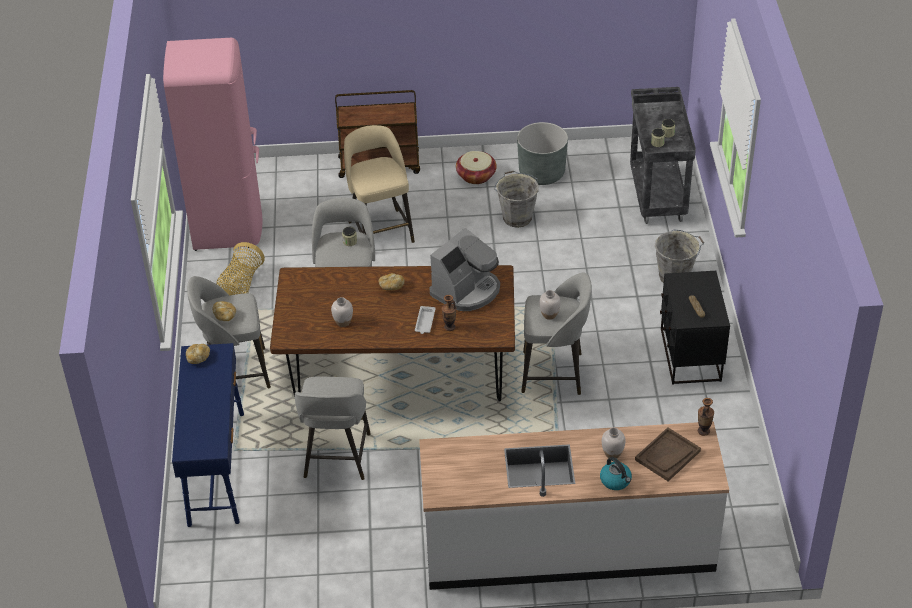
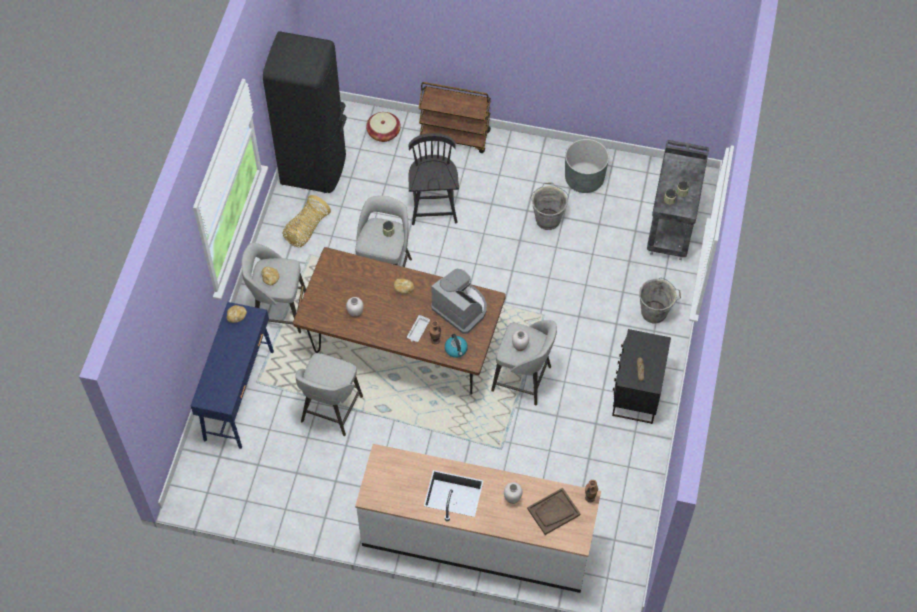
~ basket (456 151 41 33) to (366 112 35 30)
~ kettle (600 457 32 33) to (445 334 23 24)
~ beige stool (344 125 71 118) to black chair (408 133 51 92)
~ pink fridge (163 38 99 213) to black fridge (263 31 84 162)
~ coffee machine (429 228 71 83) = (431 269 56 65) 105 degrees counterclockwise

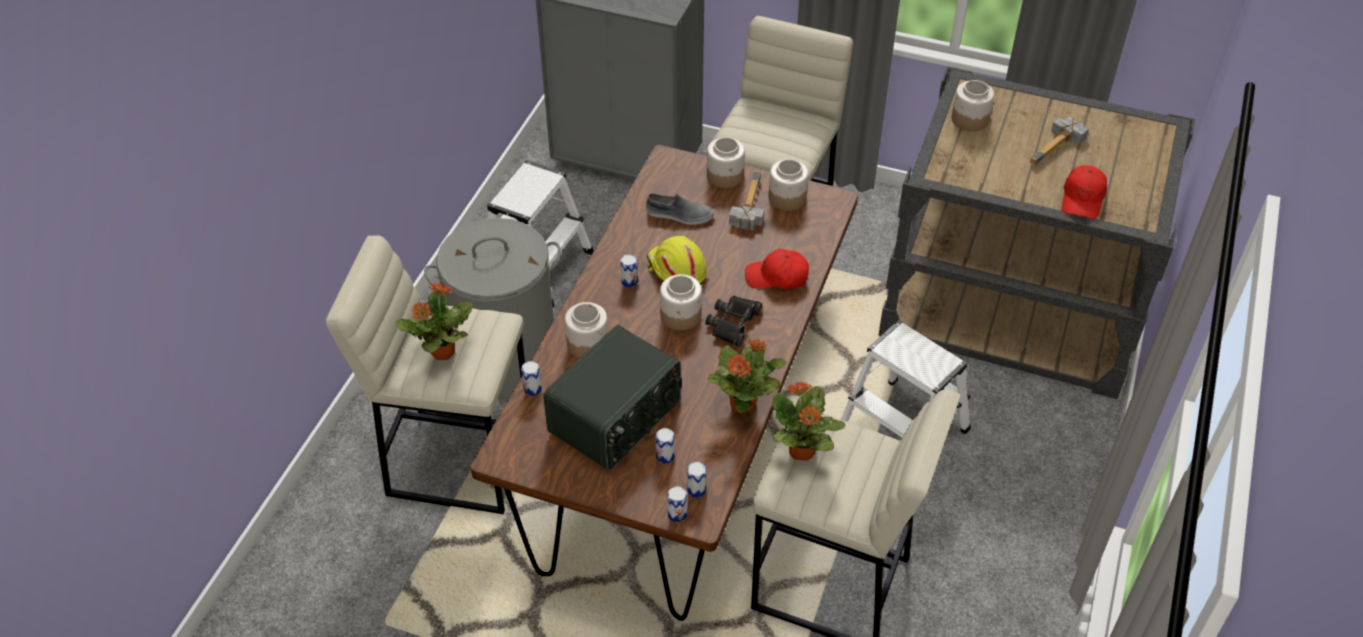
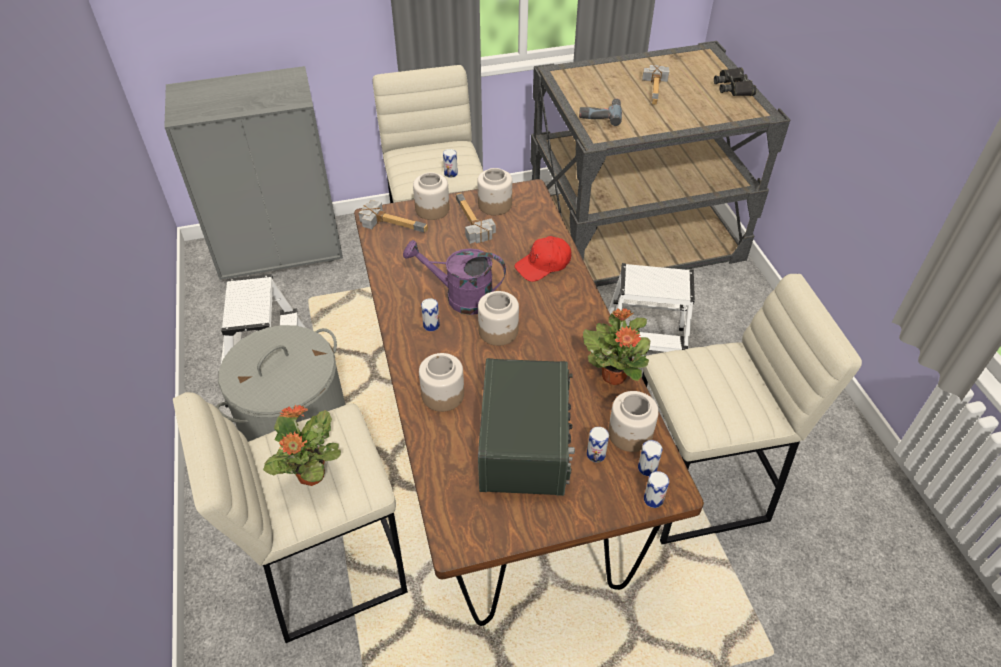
- grey shoe (646 193 68 32)
- potted plant (772 382 74 79)
- red cap (1062 165 45 54)
+ hammer (359 200 69 33)
+ power drill (579 99 43 27)
~ can (521 361 21 35) to (443 149 15 29)
~ black binoculars (705 296 57 51) to (714 67 43 29)
~ jar (952 80 42 51) to (608 391 51 61)
~ yellow hard hat (647 236 60 49) to purple watering can (403 240 103 75)

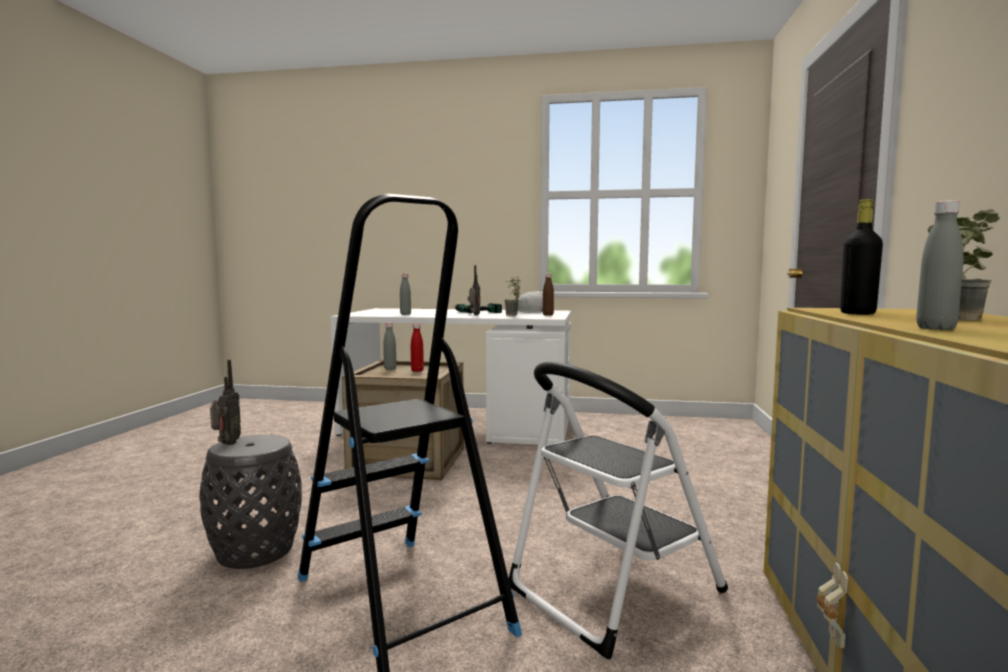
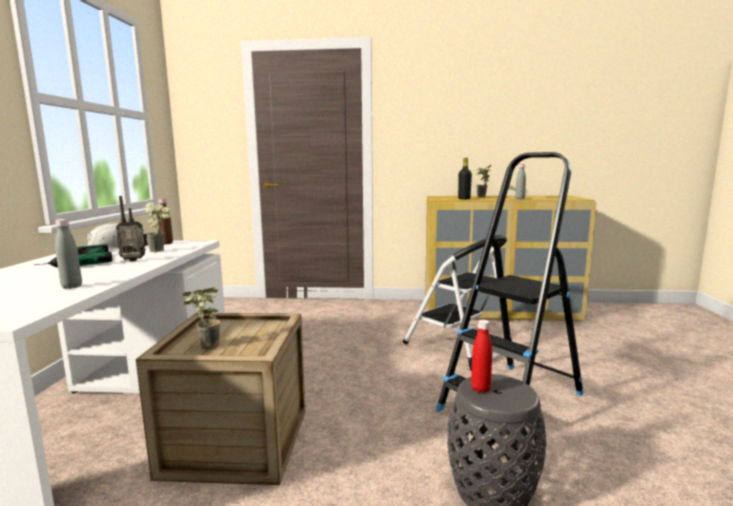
- radio (210 360 31 85)
~ red bottle (411 324 13 48) to (471 320 21 73)
~ grey bottle (383 323 14 47) to potted plant (183 287 38 62)

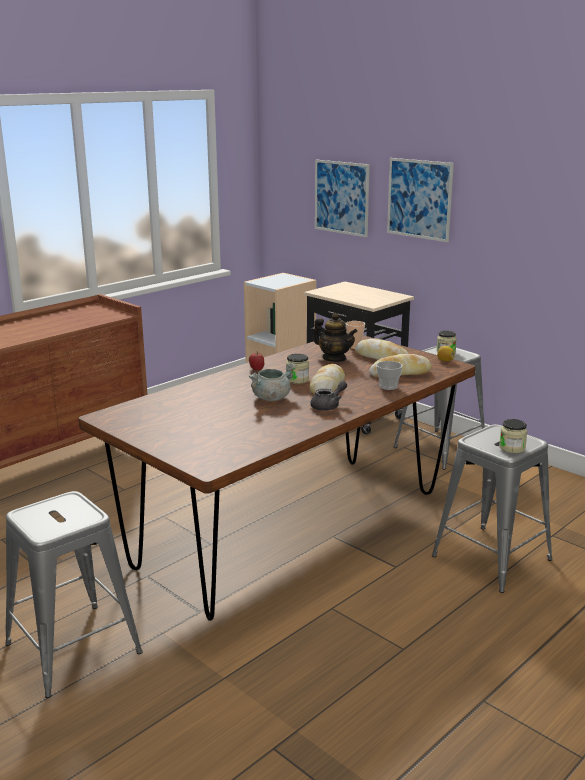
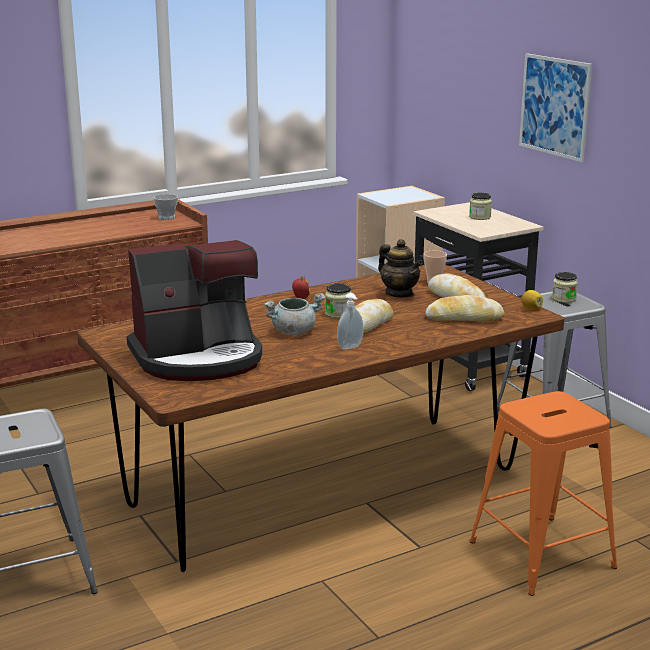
- picture (315 160 55 77)
+ coffee machine (127 240 135 141)
~ cup (376 361 27 29) to (154 194 24 26)
~ jar (499 419 29 34) to (469 192 23 28)
~ grey teapot (310 381 37 30) to soap dispenser (337 293 27 57)
~ grey stool (432 424 121 169) to orange stool (470 391 147 205)

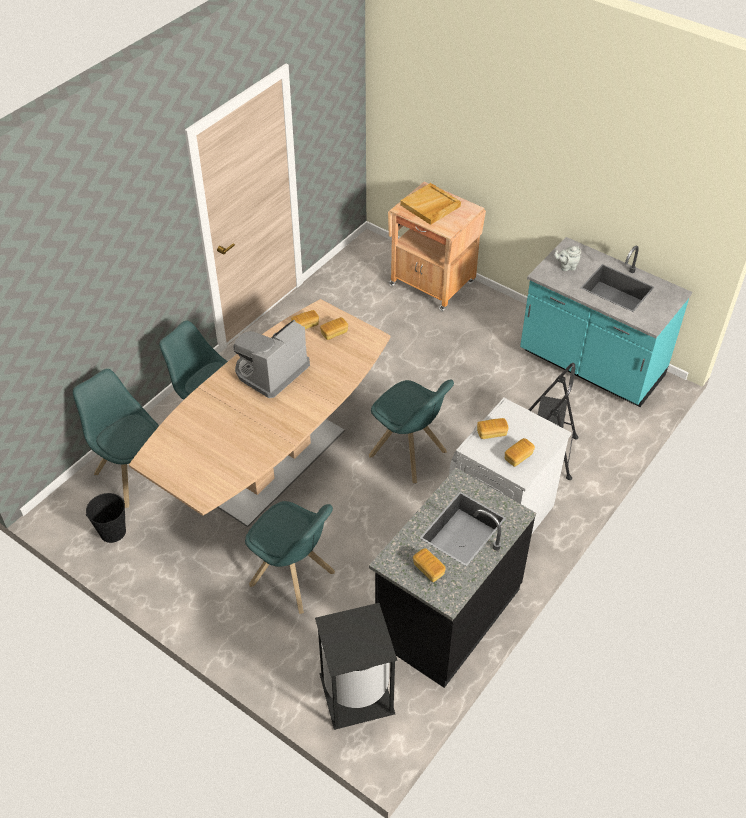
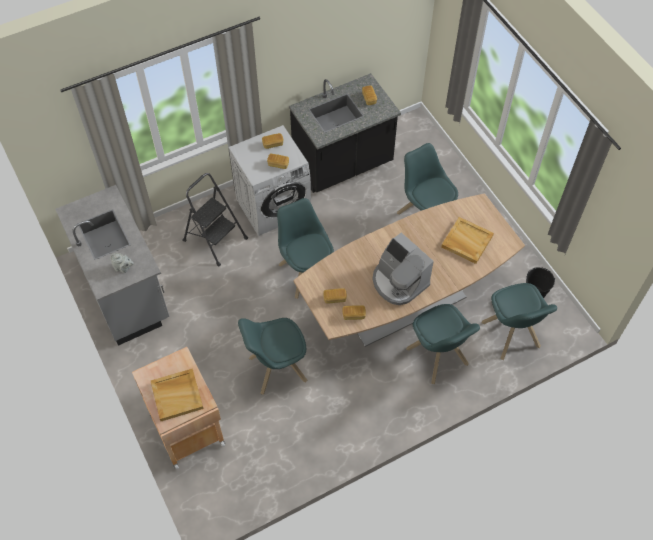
- black trash can (315 603 82 127)
+ turquoise chair (238 318 69 77)
+ beige tray (441 217 53 47)
~ turquoise counter (520 237 172 170) to grey counter (55 185 114 161)
~ coffee machine (233 320 77 78) = (372 233 62 72) 75 degrees clockwise

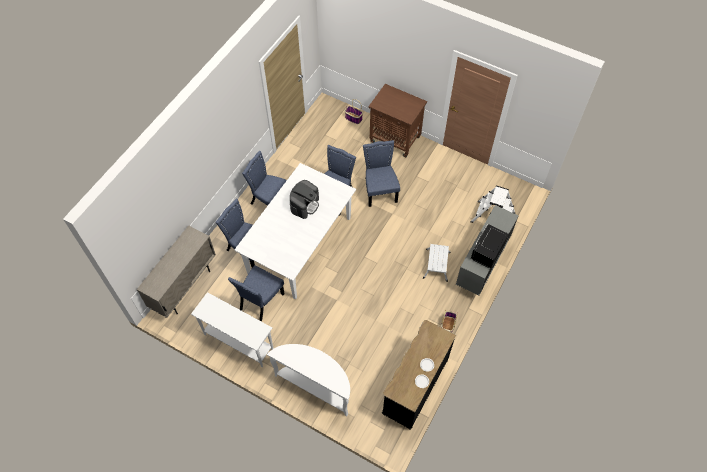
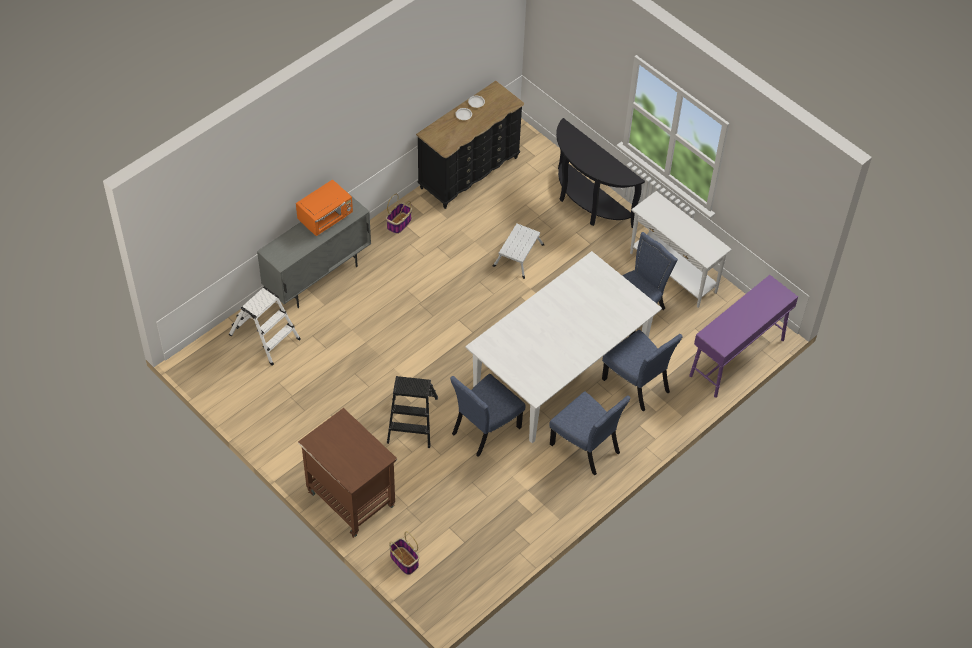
- coffee machine (290 180 29 39)
~ white step ladder (423 244 28 38) to (493 223 51 56)
~ beige cabinet (137 225 79 93) to purple console table (689 275 109 123)
~ blue chair (363 140 37 67) to black step ladder (387 376 51 72)
~ white console table (267 344 83 73) to black console table (556 118 89 110)
~ black microwave (471 224 37 44) to orange microwave (296 179 57 57)

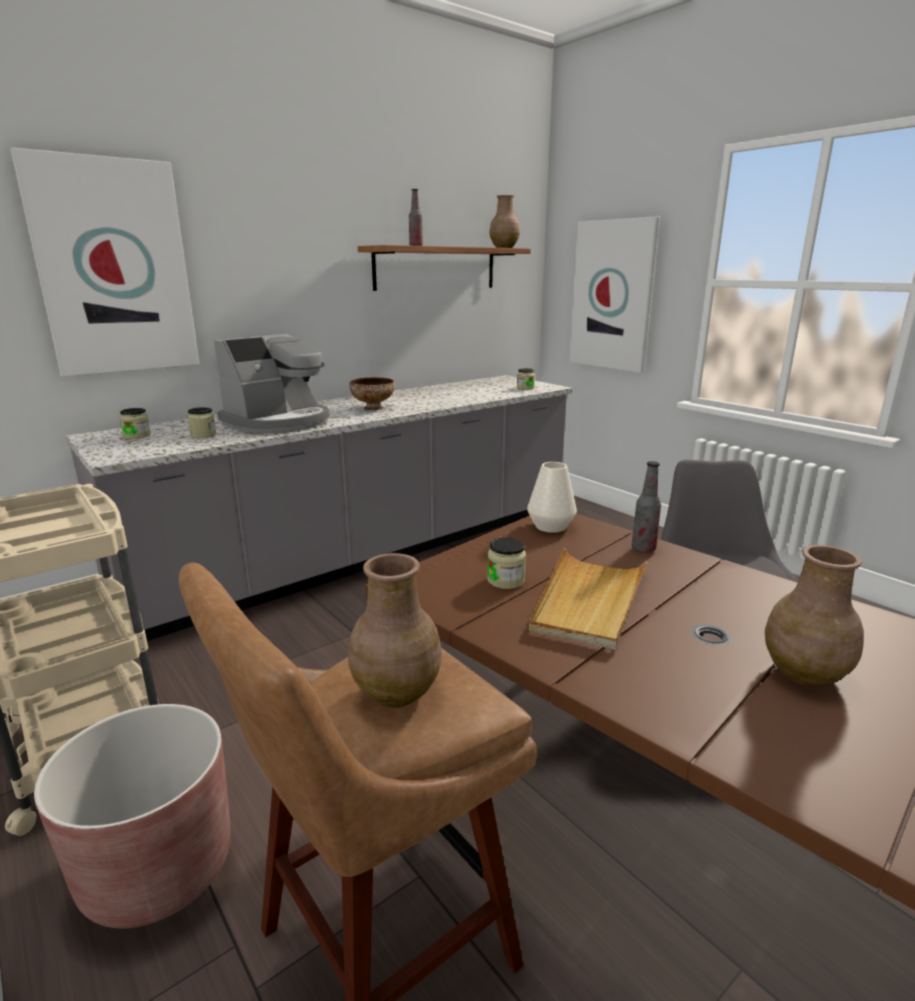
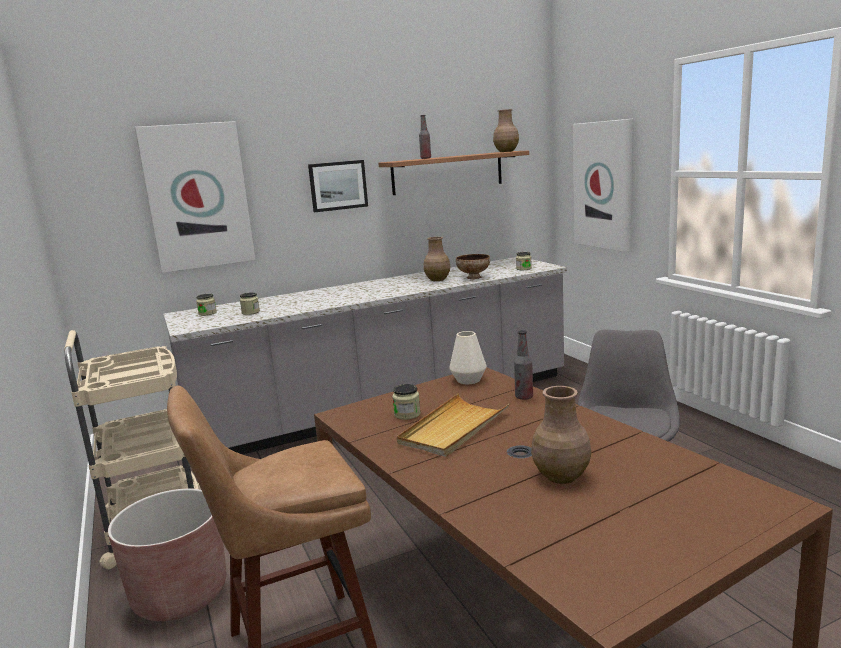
- coffee machine (214 334 116 99)
+ picture (308 160 60 52)
~ brown vase (348 553 94 155) to (423 237 28 44)
~ bowl (349 377 46 33) to (456 254 34 25)

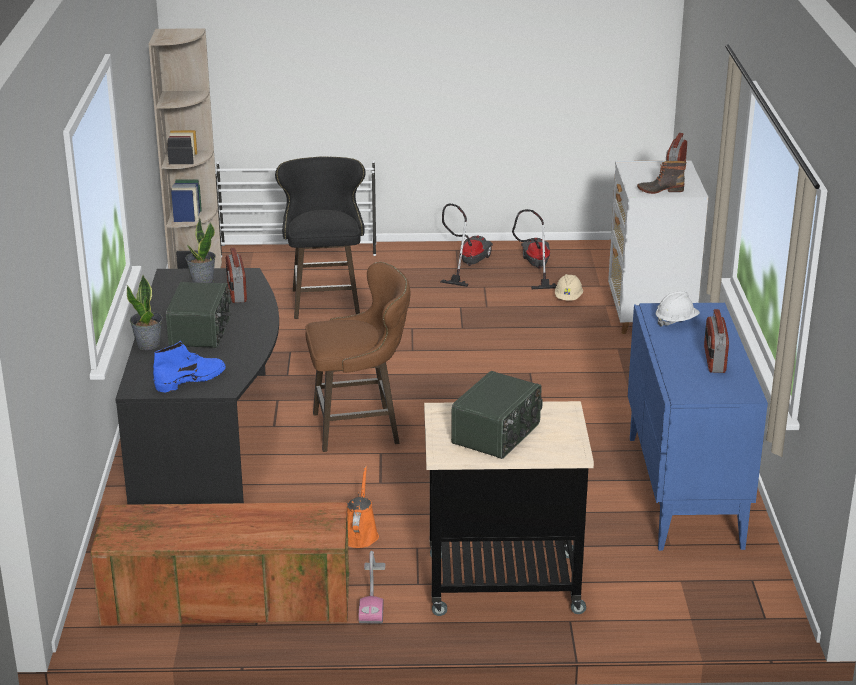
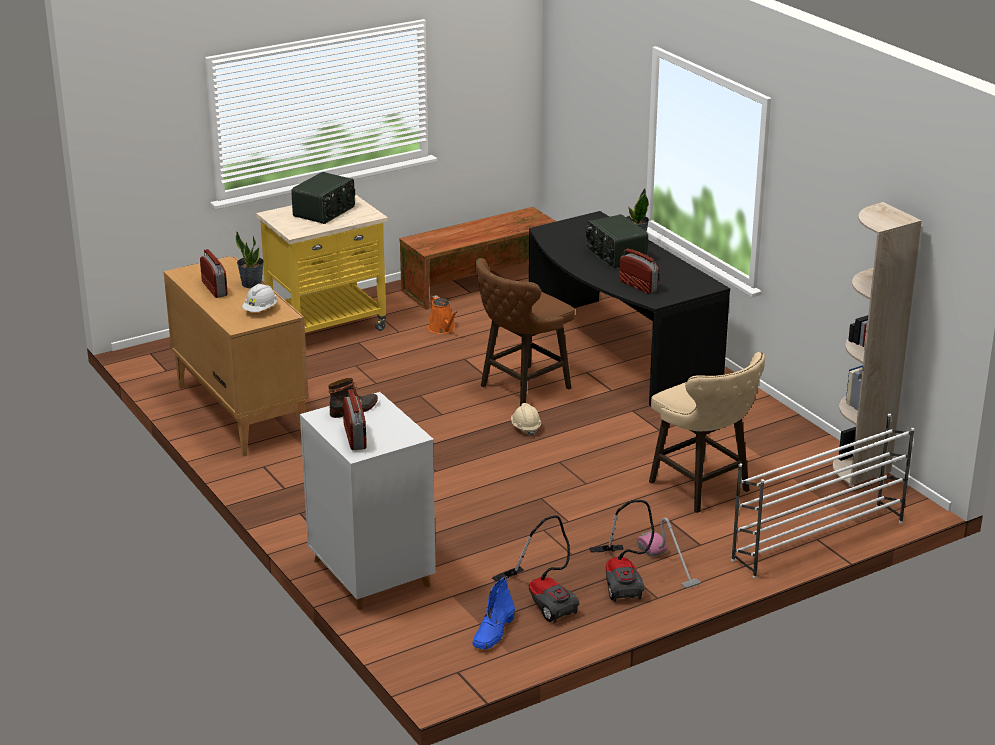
~ blue boot (153 341 73 51) to (473 577 42 72)
~ potted plant (186 217 30 66) to (235 231 29 57)
~ vacuum cleaner (358 551 27 73) to (637 518 64 71)
~ beige hard hat (555 274 28 26) to (511 403 30 33)
~ black stool (275 156 90 163) to beige stool (649 352 116 161)
~ black cart (424 401 170 215) to yellow cart (256 194 132 139)
~ blue cabinet (628 303 140 248) to brown cabinet (163 256 146 201)
~ radio (451 371 92 88) = (291 172 64 52) 150 degrees counterclockwise

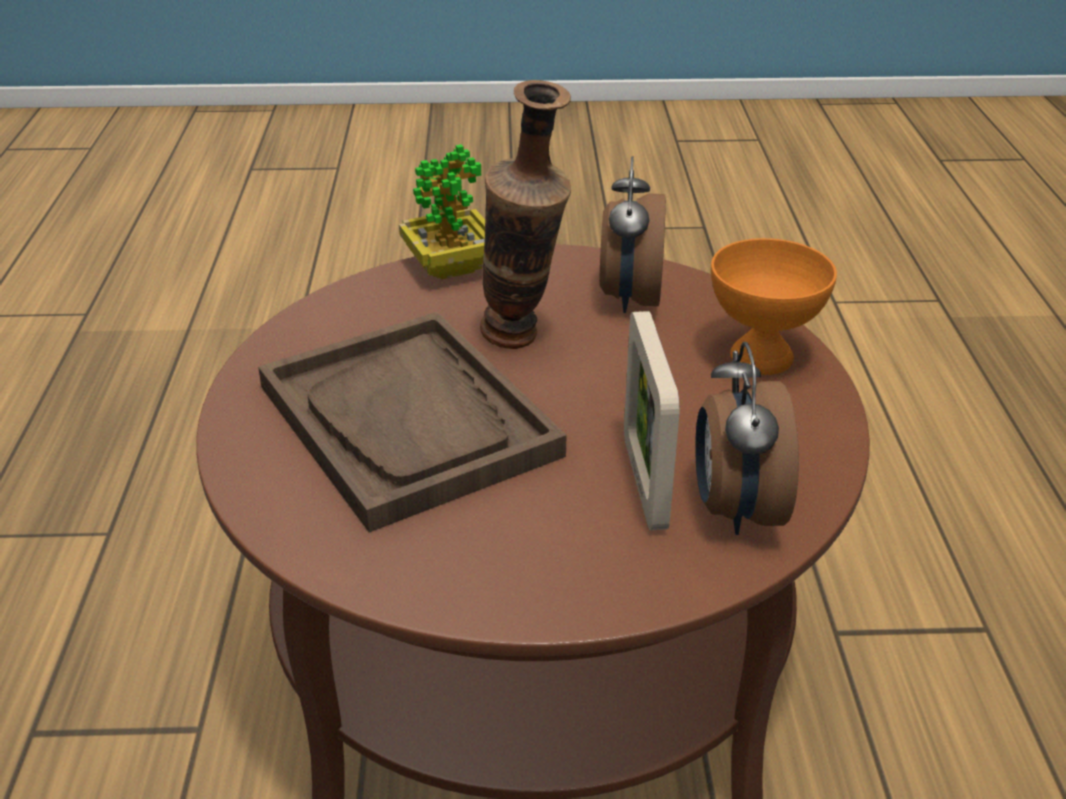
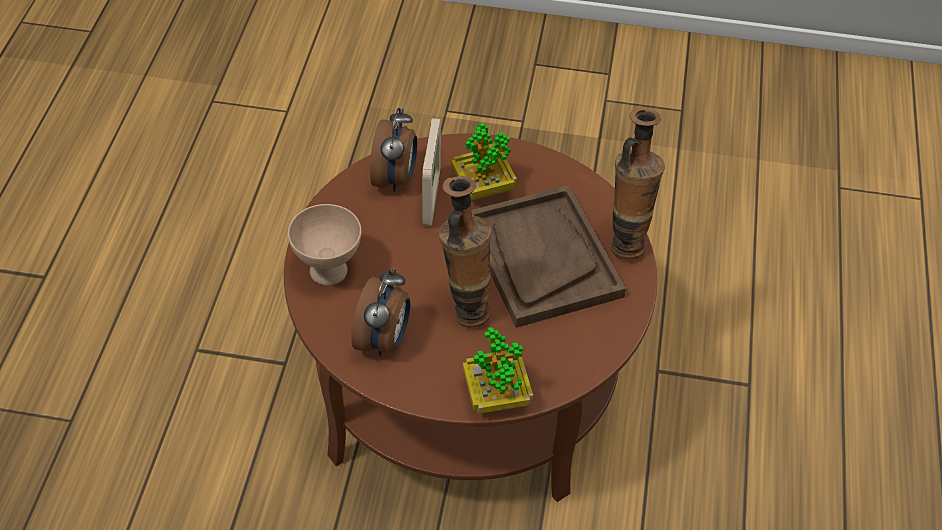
+ potted plant (451 123 66 78)
+ vase (611 107 54 153)
~ orange bowl (711 238 126 137) to beige bowl (288 204 74 82)

